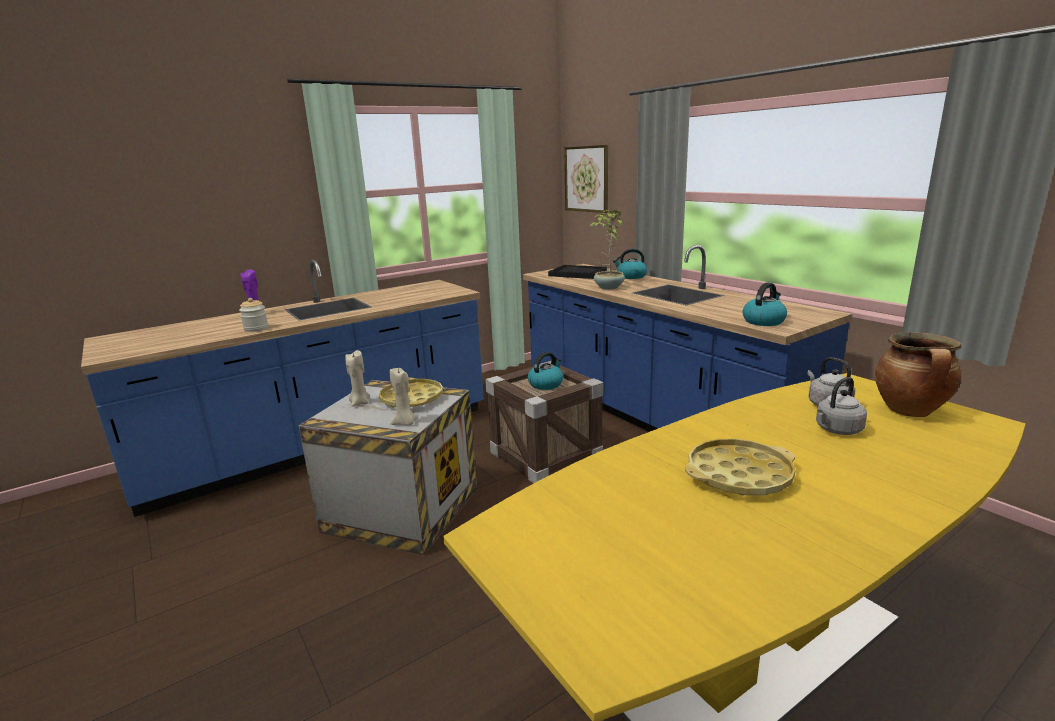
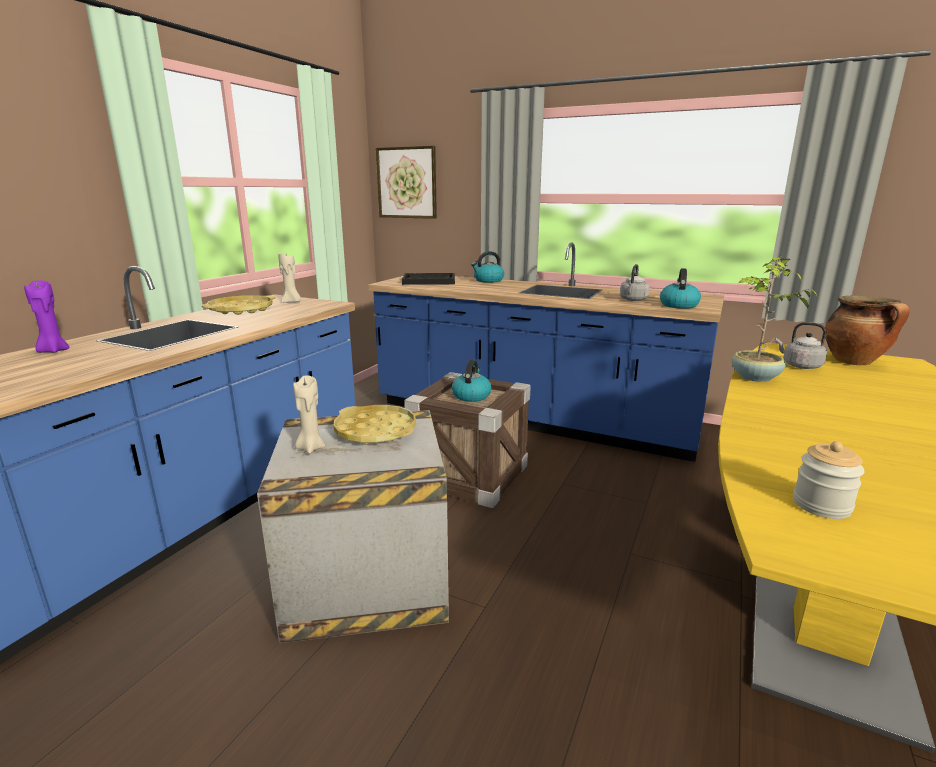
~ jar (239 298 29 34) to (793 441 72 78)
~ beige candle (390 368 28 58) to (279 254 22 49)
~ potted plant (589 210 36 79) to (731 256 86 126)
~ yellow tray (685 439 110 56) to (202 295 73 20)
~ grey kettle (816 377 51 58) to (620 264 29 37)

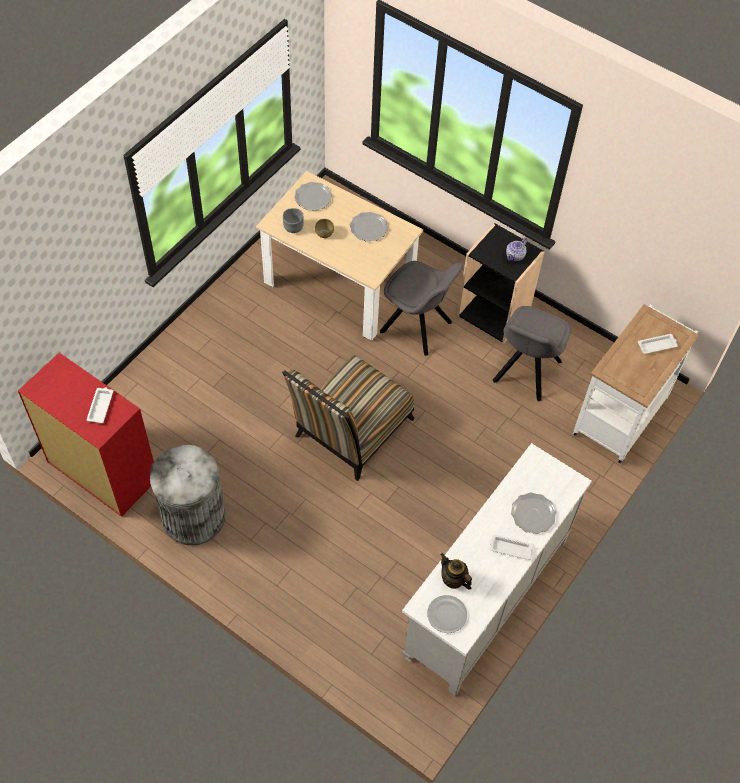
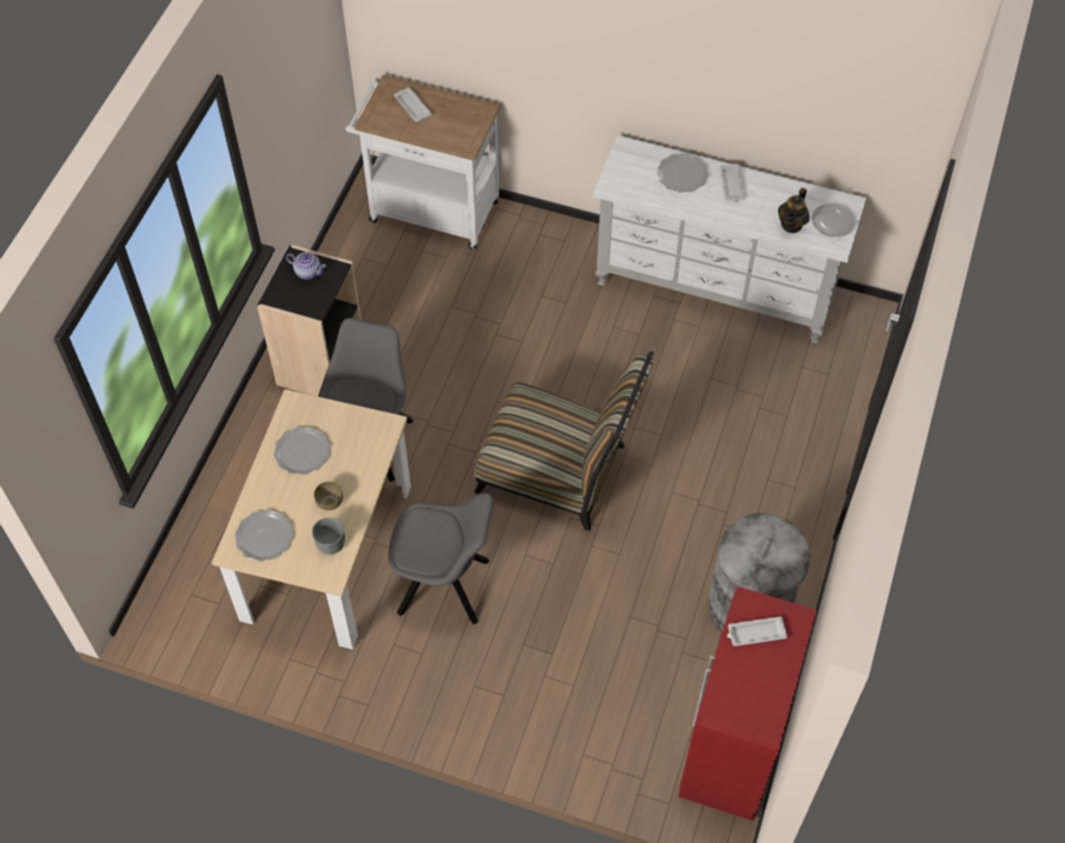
~ grey chair (493 306 78 95) to (388 493 106 132)

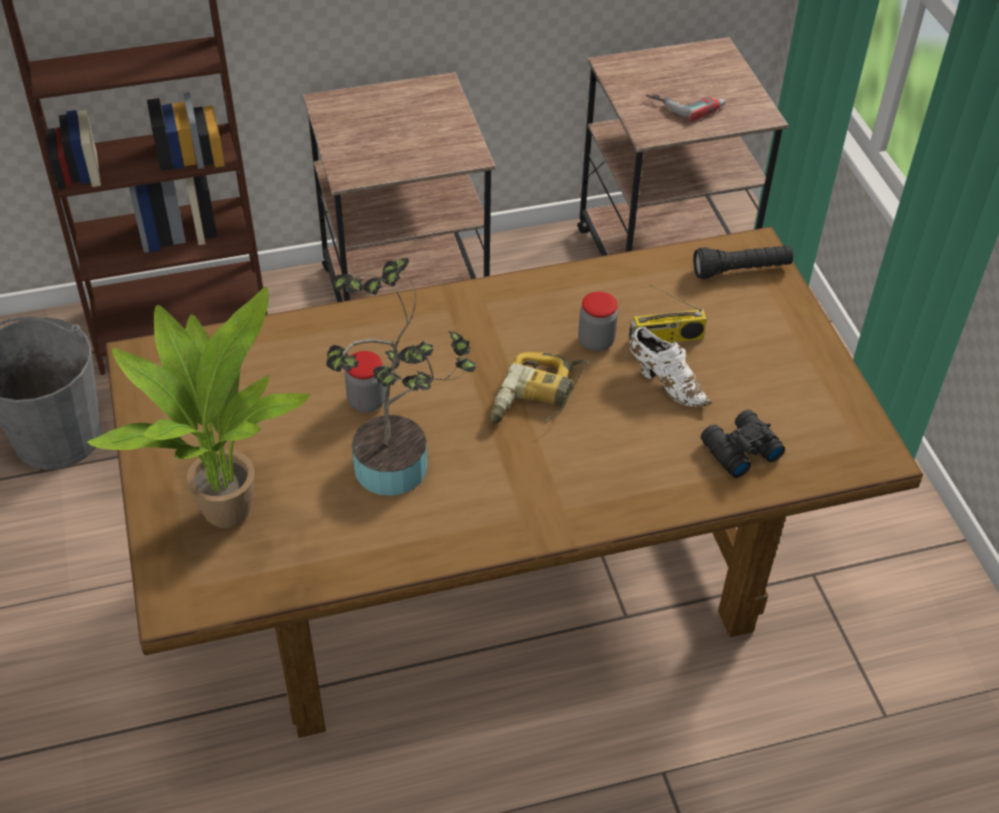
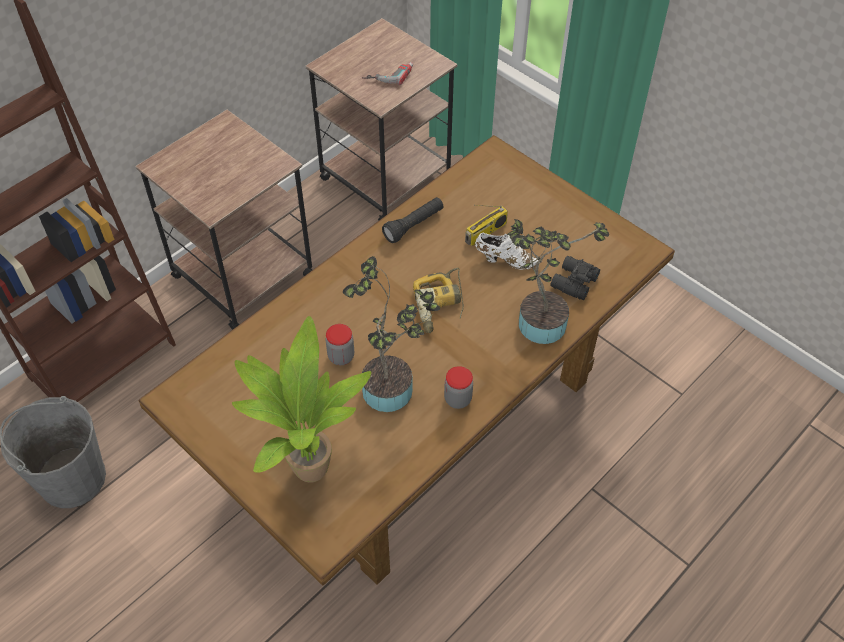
+ potted plant (507 219 102 125)
~ jar (578 291 40 60) to (444 366 29 43)
~ black flashlight (693 245 100 34) to (382 197 61 46)

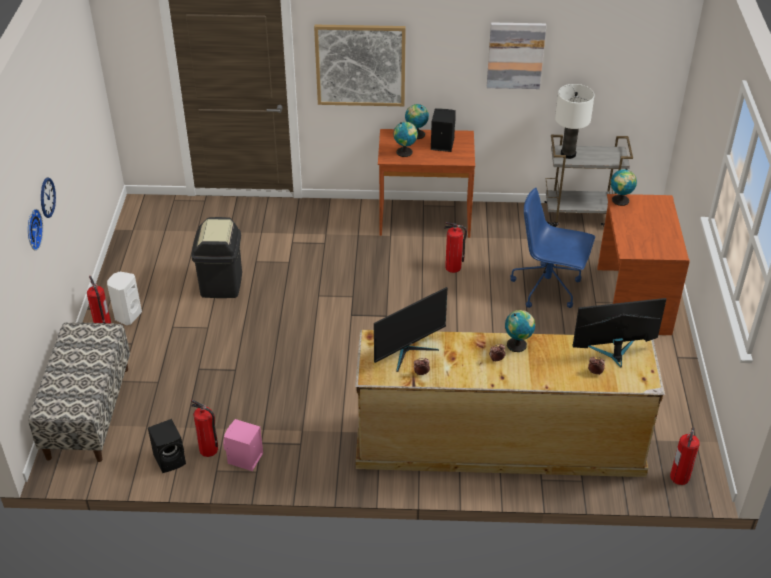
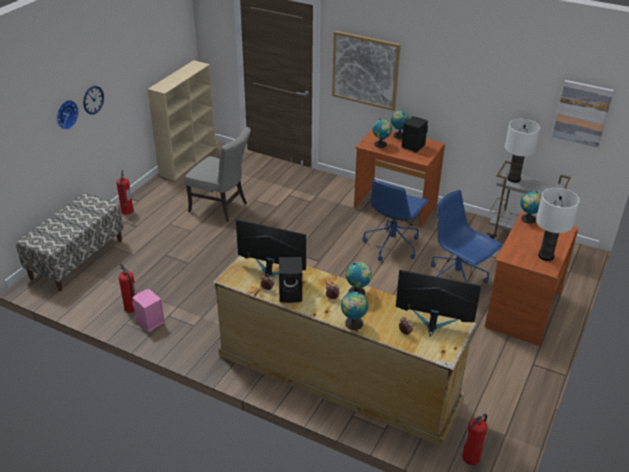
- white speaker (107 272 35 53)
+ beige bookcase (147 60 69 121)
+ globe (341 292 27 38)
+ white table lamp (536 188 44 73)
~ black speaker (148 419 38 54) to (279 257 23 46)
~ picture (487 22 59 67) to (552 80 62 68)
~ black trash can (191 217 51 81) to grey chair (184 127 67 95)
~ fire extinguisher (444 222 23 51) to blue office chair (363 179 66 82)
~ monitor (374 287 73 85) = (236 219 70 58) 150 degrees counterclockwise

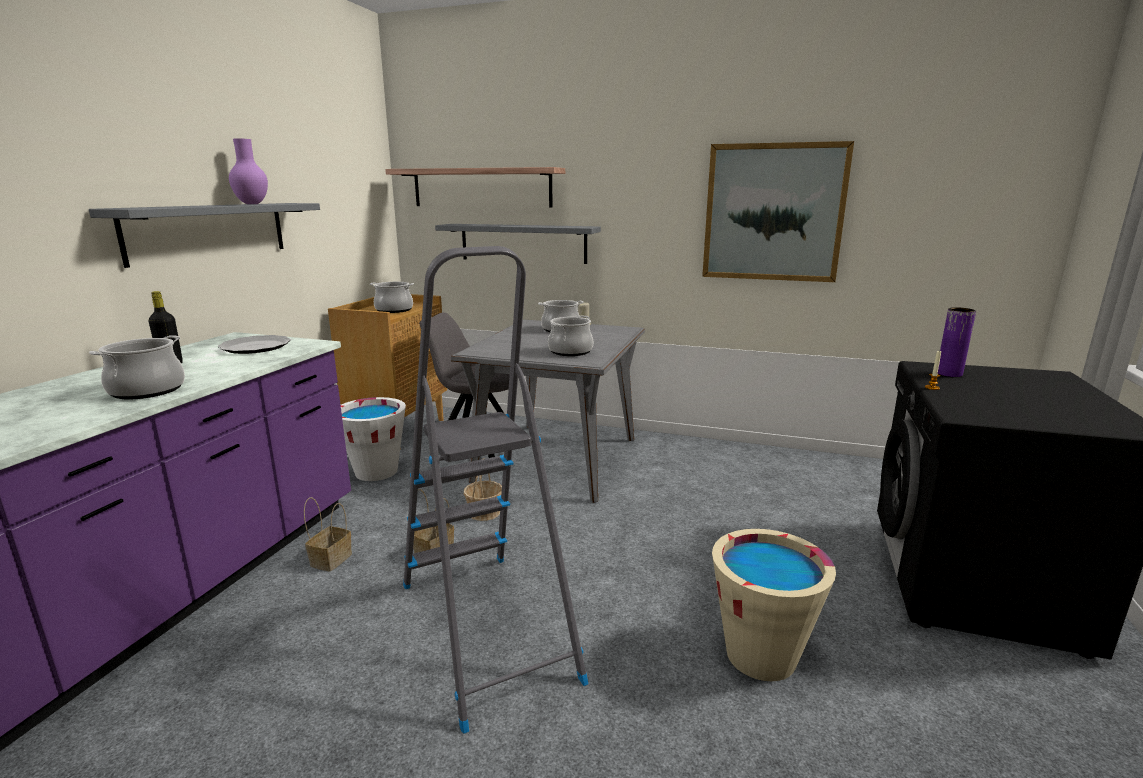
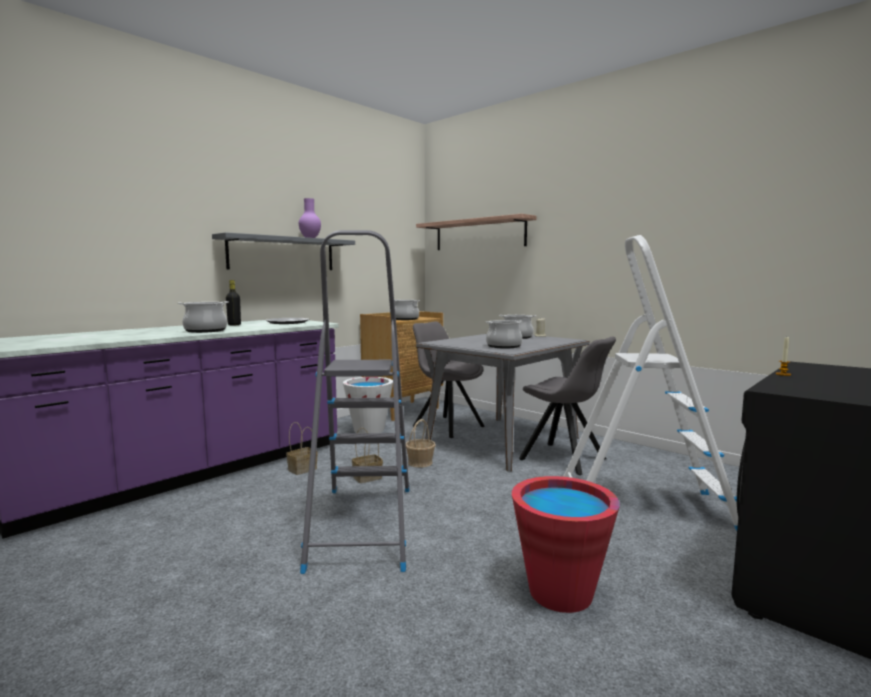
- grey shelf (435 224 166 40)
- picture (702 141 152 141)
- purple vase (937 307 39 70)
+ grey chair (519 336 97 139)
+ white step ladder (563 235 175 296)
~ beige bucket (712 529 124 152) to red bucket (512 476 108 137)

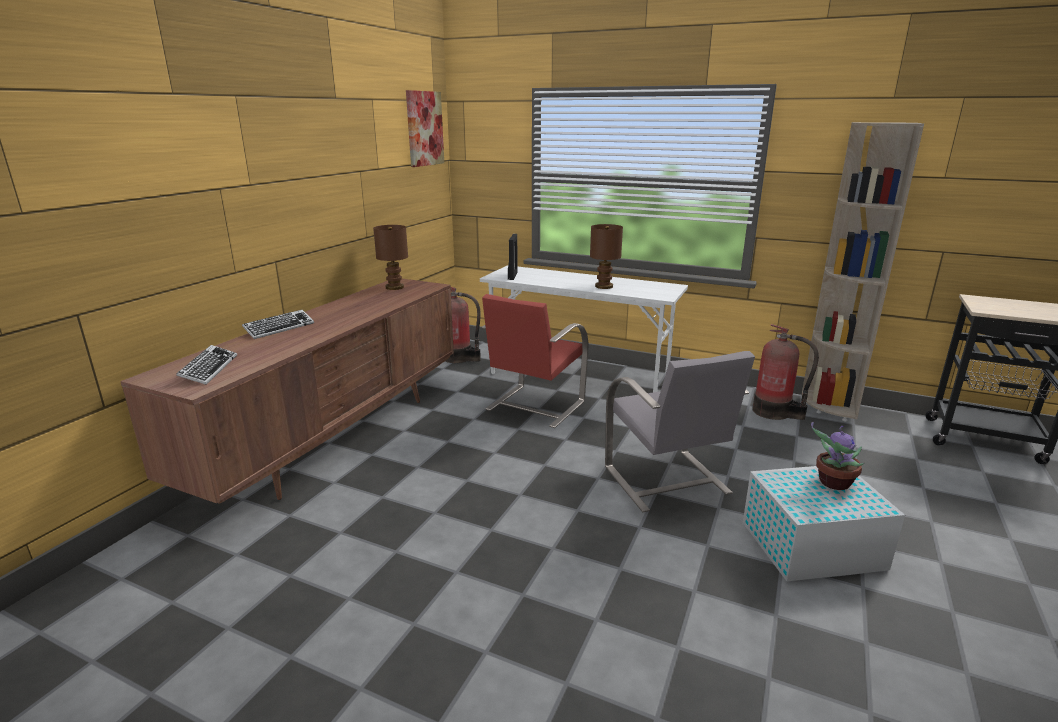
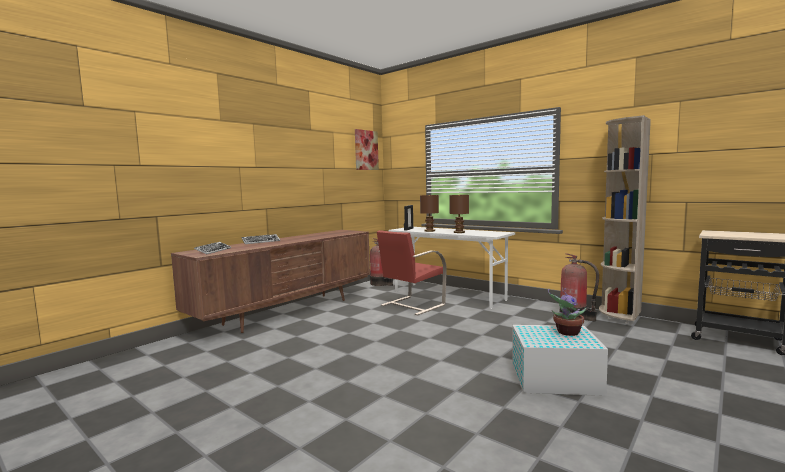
- grey chair (605 351 150 161)
~ brown table lamp (373 225 35 65) to (420 195 19 37)

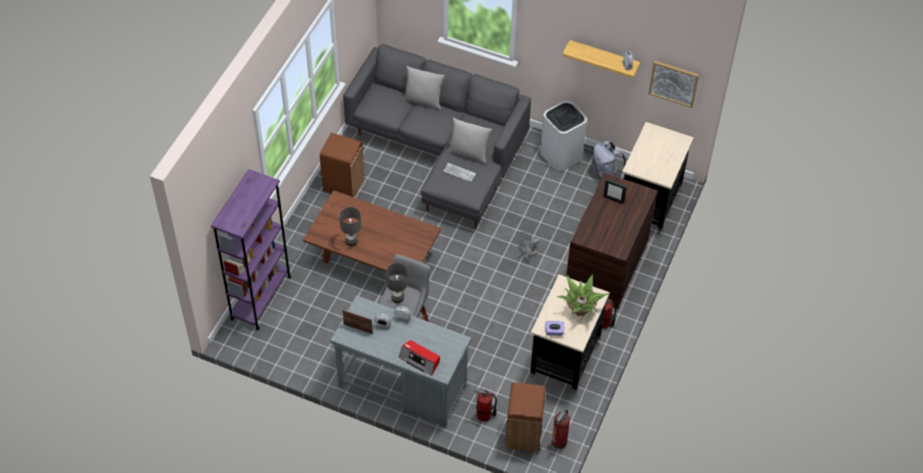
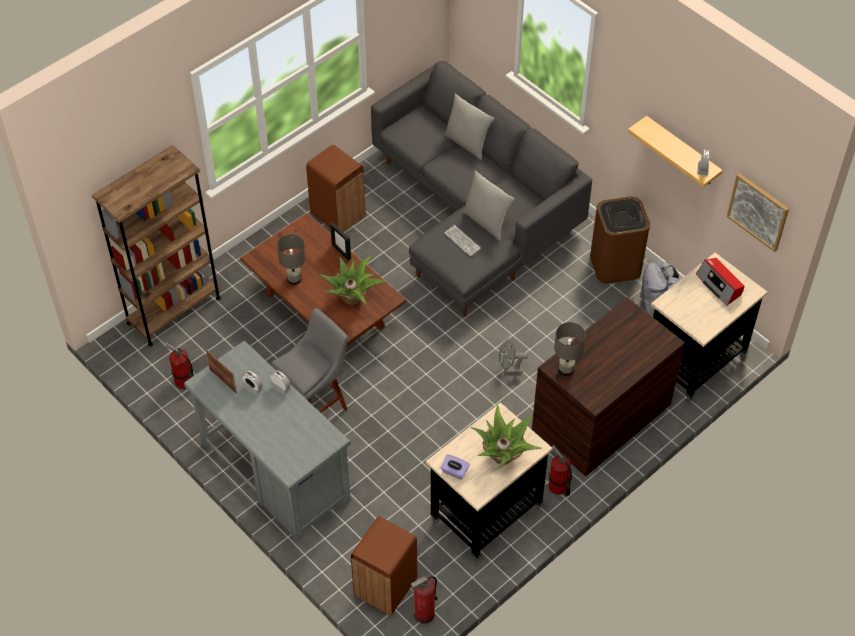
+ potted plant (320 256 67 49)
~ grey table lamp (386 263 22 40) to (554 322 32 54)
~ radio (399 340 41 36) to (696 258 48 48)
~ fire extinguisher (474 389 23 33) to (165 342 29 47)
~ picture frame (603 179 24 25) to (330 223 21 38)
~ purple bookcase (211 169 80 161) to brown bookcase (92 145 129 201)
~ white trash can (540 101 47 70) to brown trash can (590 196 60 88)

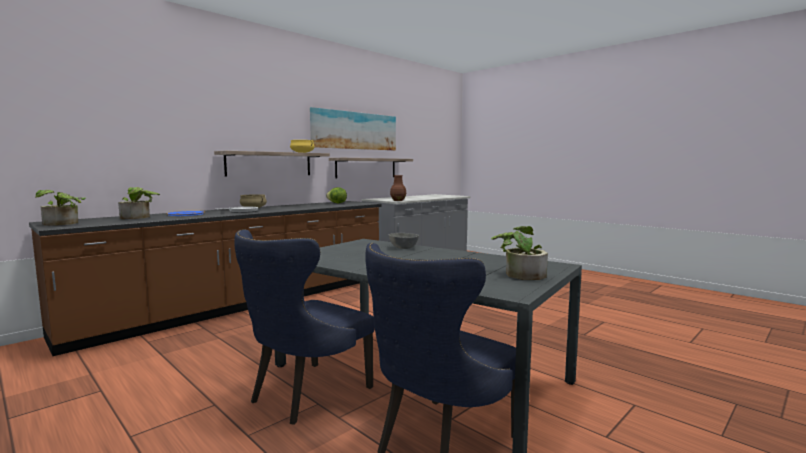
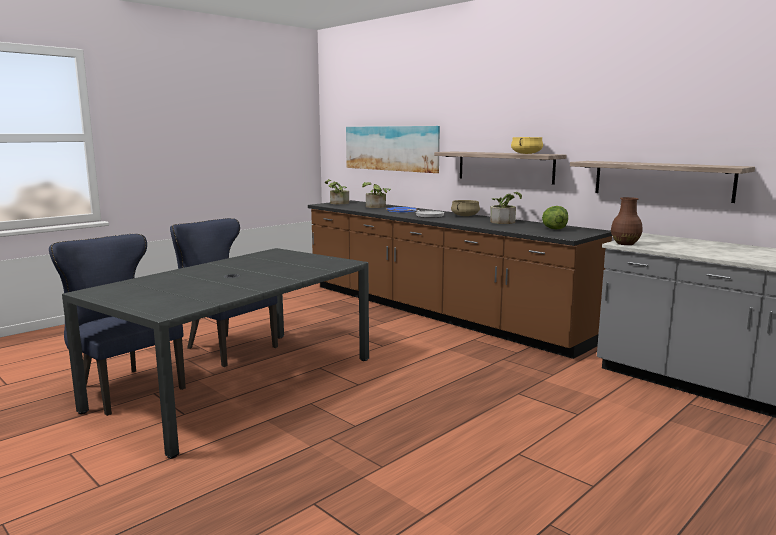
- grey bowl (388 233 31 16)
~ picture (310 107 86 43) to (346 126 94 47)
~ potted plant (491 226 57 54) to (490 192 32 32)

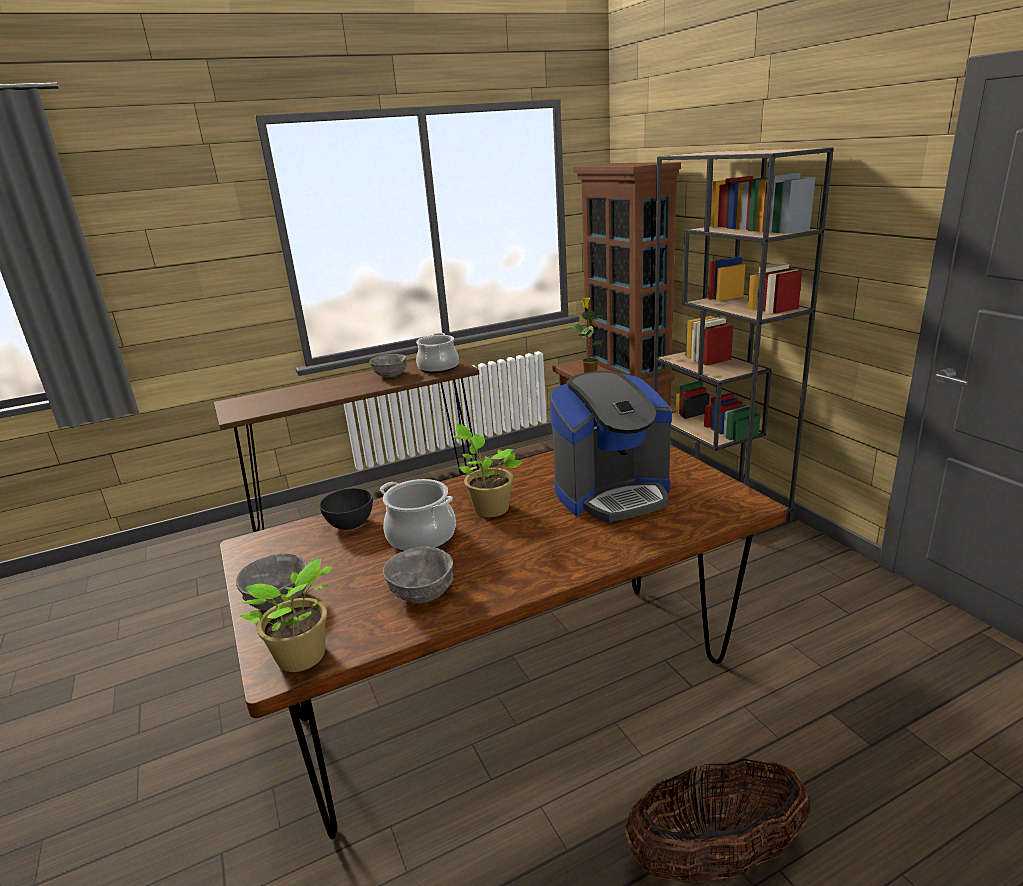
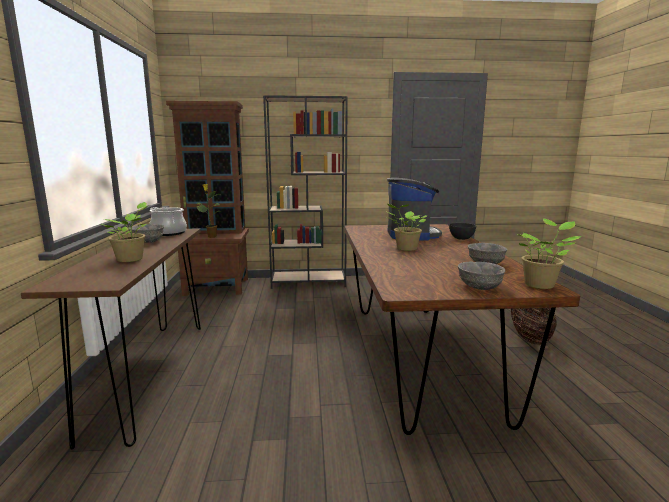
- cooking pot (380 479 76 72)
+ potted plant (100 202 49 60)
~ grey bowl (319 488 54 42) to (449 223 27 17)

